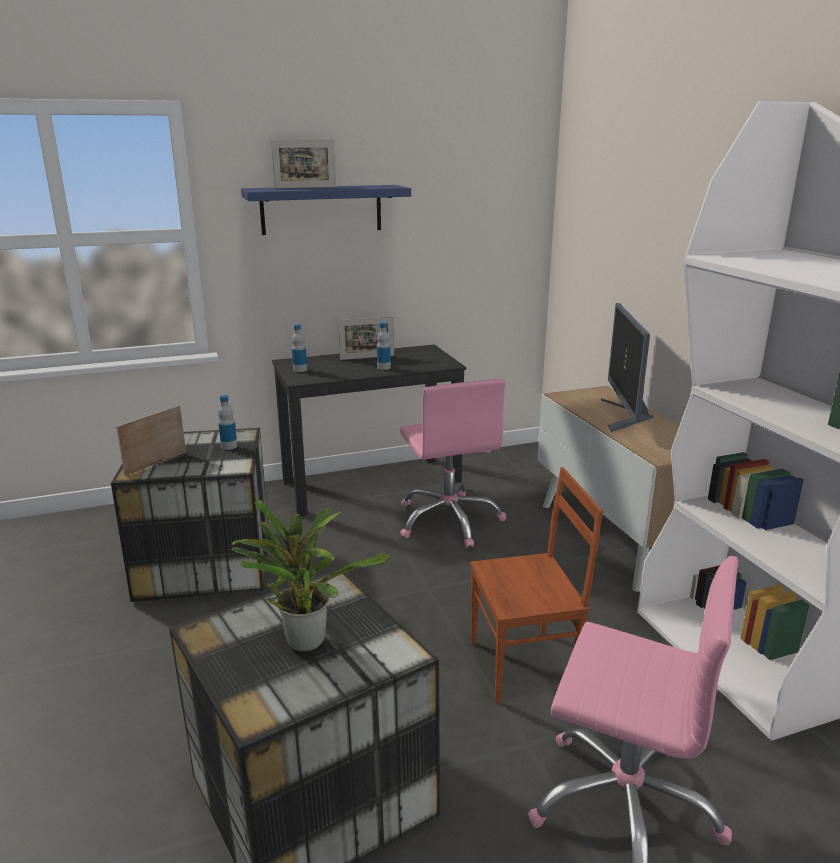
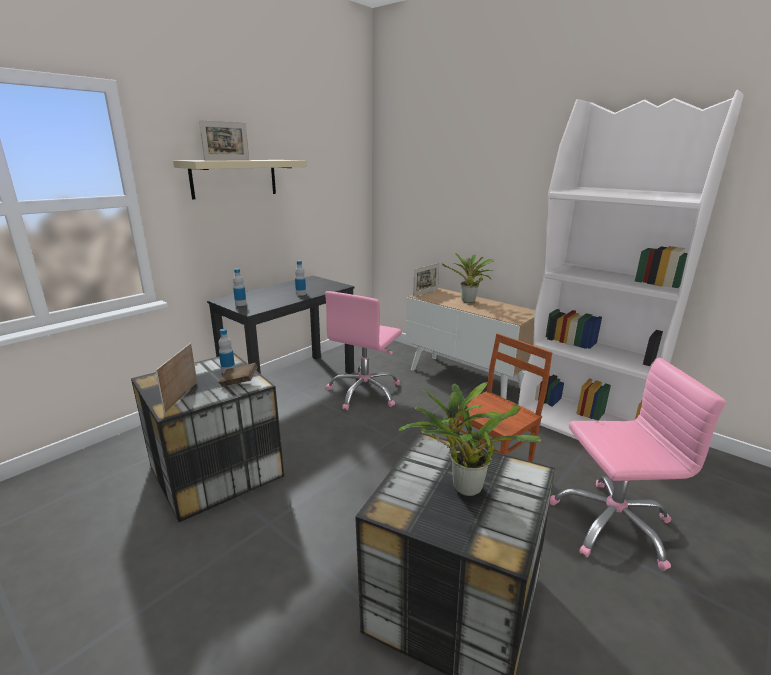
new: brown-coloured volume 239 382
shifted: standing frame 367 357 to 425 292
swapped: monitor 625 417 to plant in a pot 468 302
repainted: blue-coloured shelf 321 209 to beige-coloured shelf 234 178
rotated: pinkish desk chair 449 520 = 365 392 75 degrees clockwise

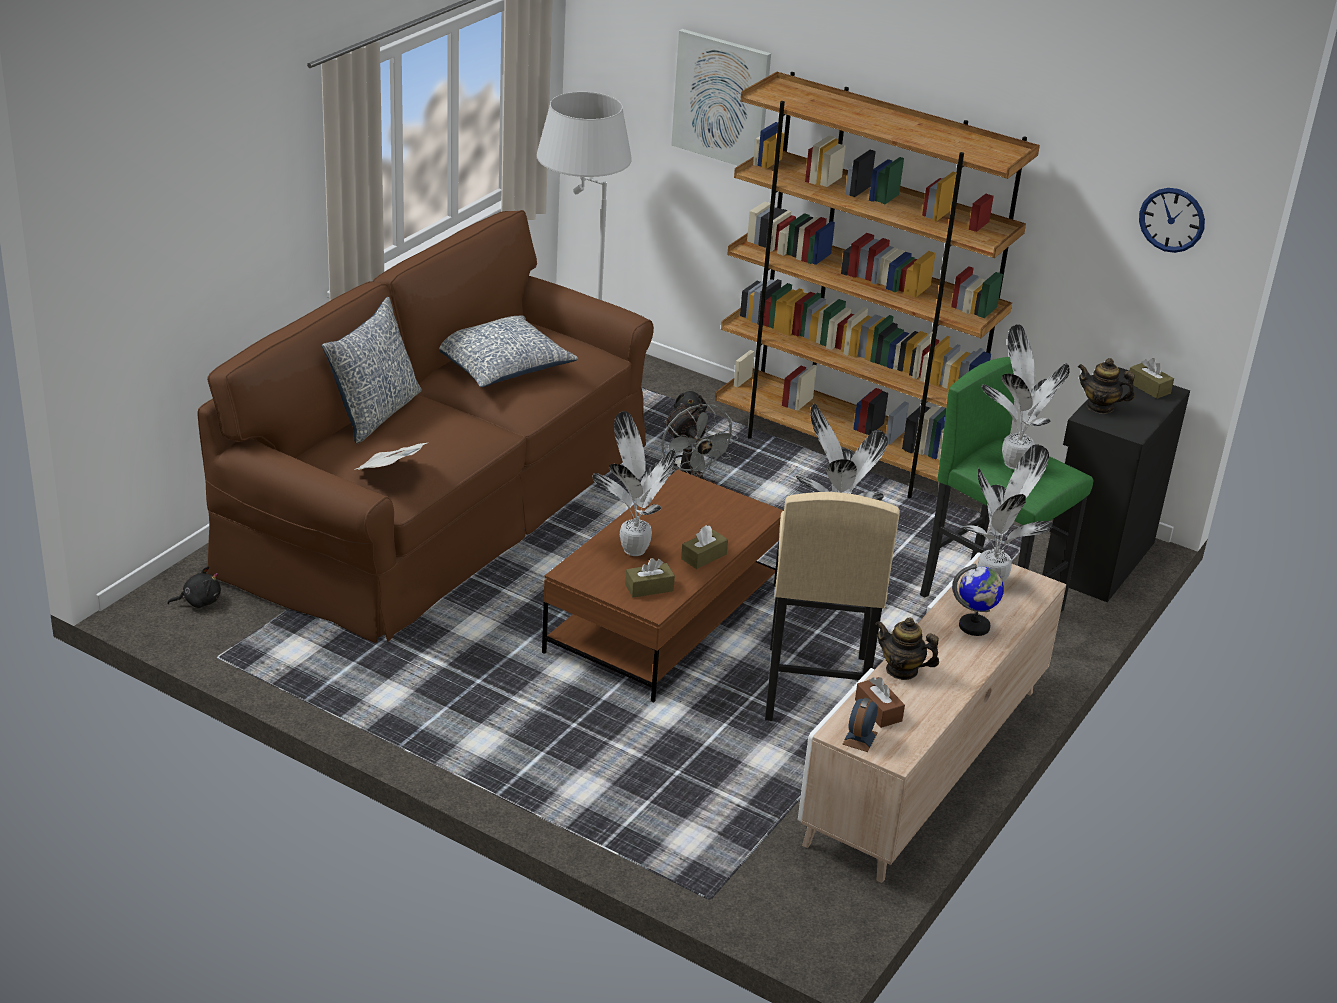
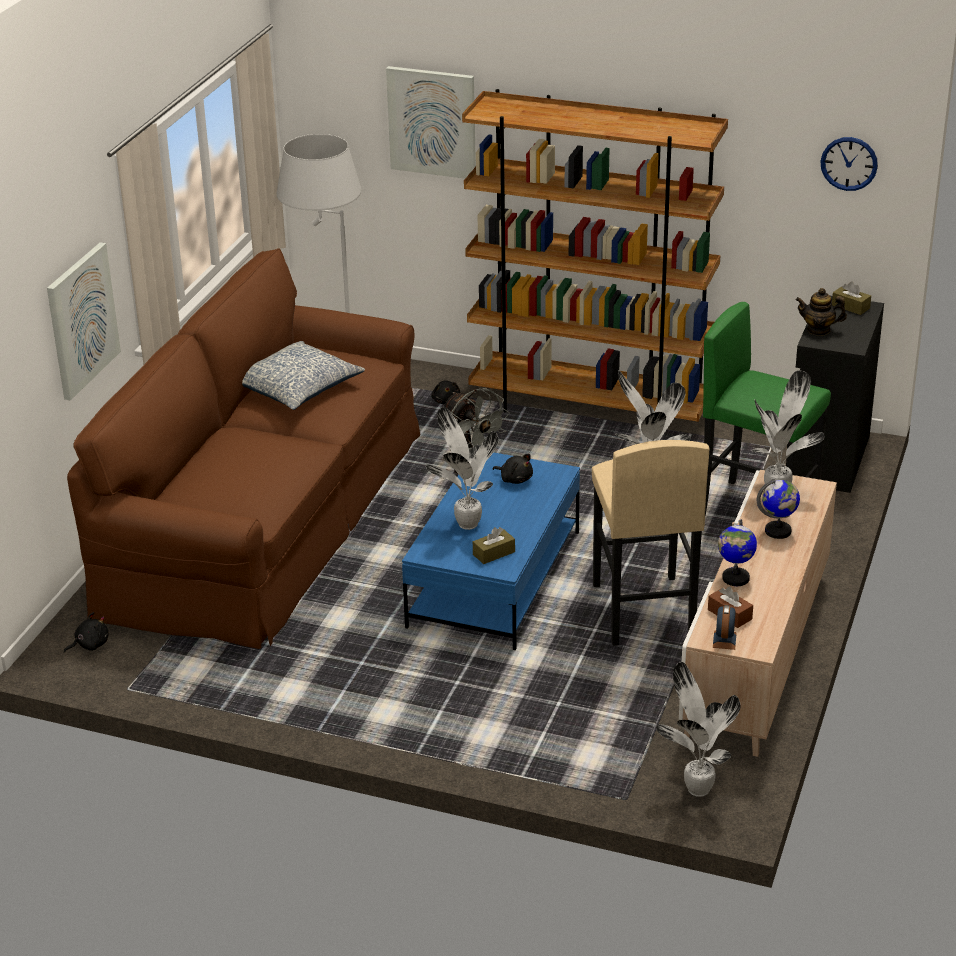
gone: throw pillow 375 413; printed paper 391 472; brown-coloured tissue box 704 556
new: wall picture 81 320; blackish cuddly toy 515 479
shifted: plant in a pot 1014 463 to 697 788
swapped: pot for tea 902 670 to world globe 735 578
repainted: brown-coloured coffee table 663 618 to blue-coloured coffee table 494 579

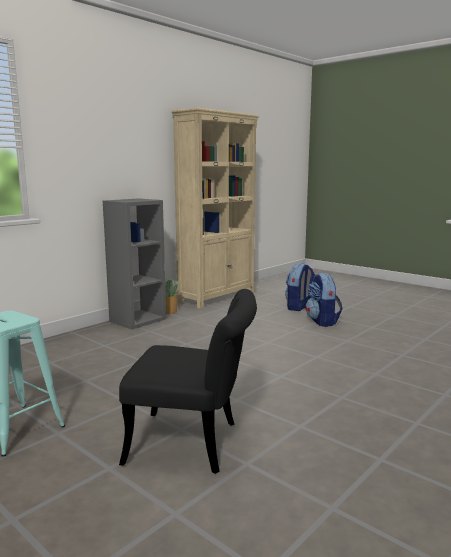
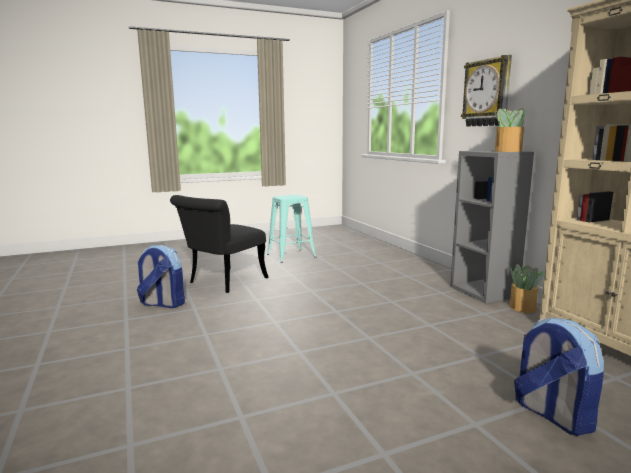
new: wall clock 487 93; plant in a pot 507 151
shifted: rucksack 322 321 to 162 304

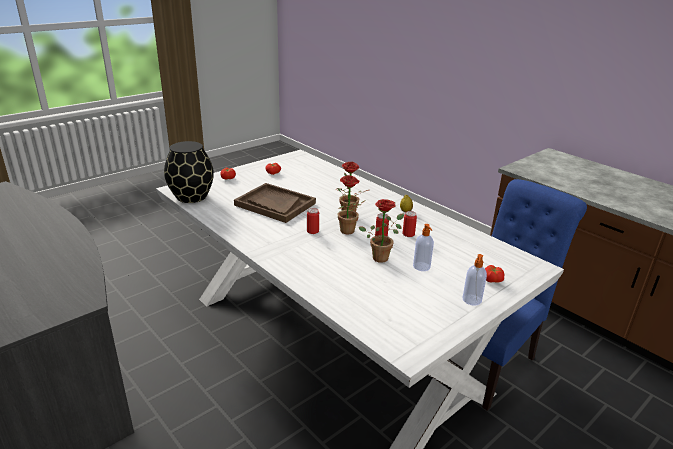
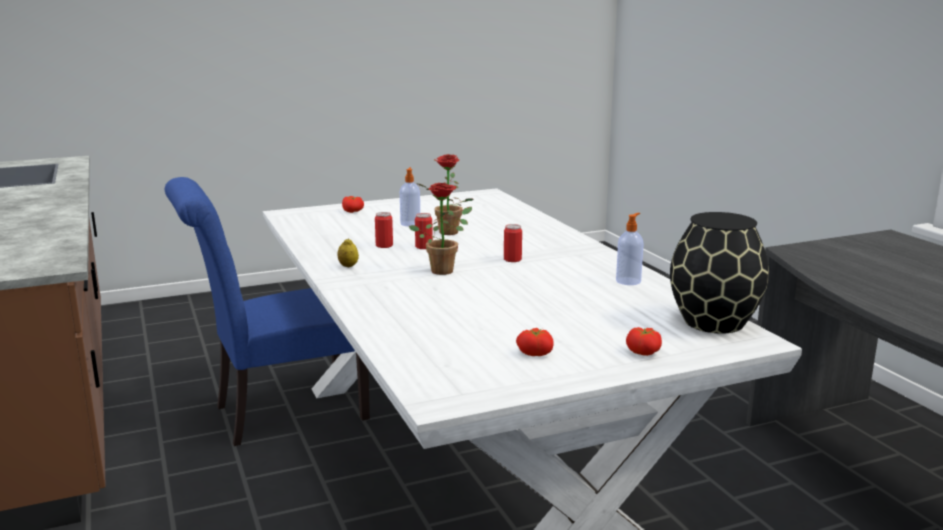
gone: plant in a pot 348 232; brown-coloured tray 275 204
shifted: liquid soap bottle 471 300 to 628 281

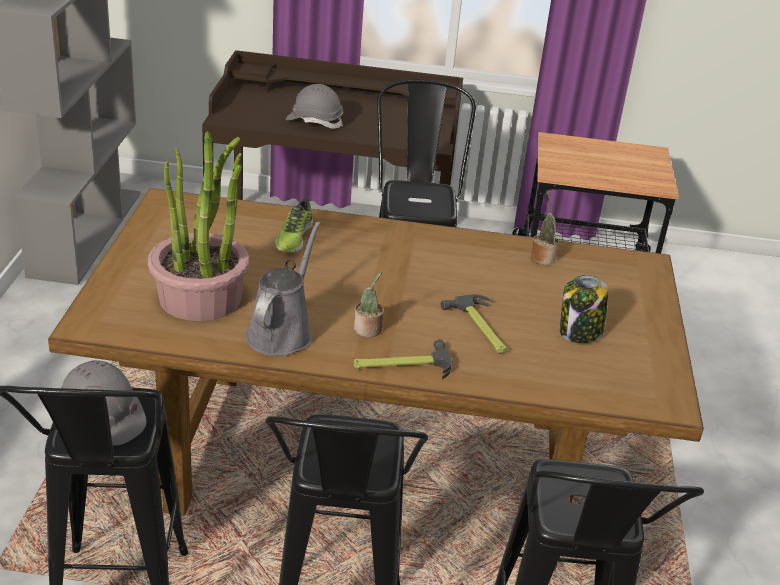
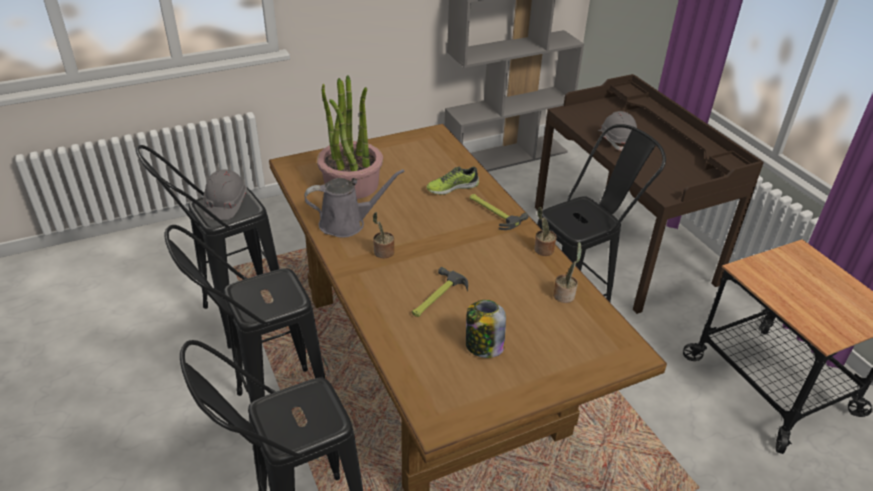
new: plant in a pot 542 250
shifted: tool hammer 401 365 to 493 212

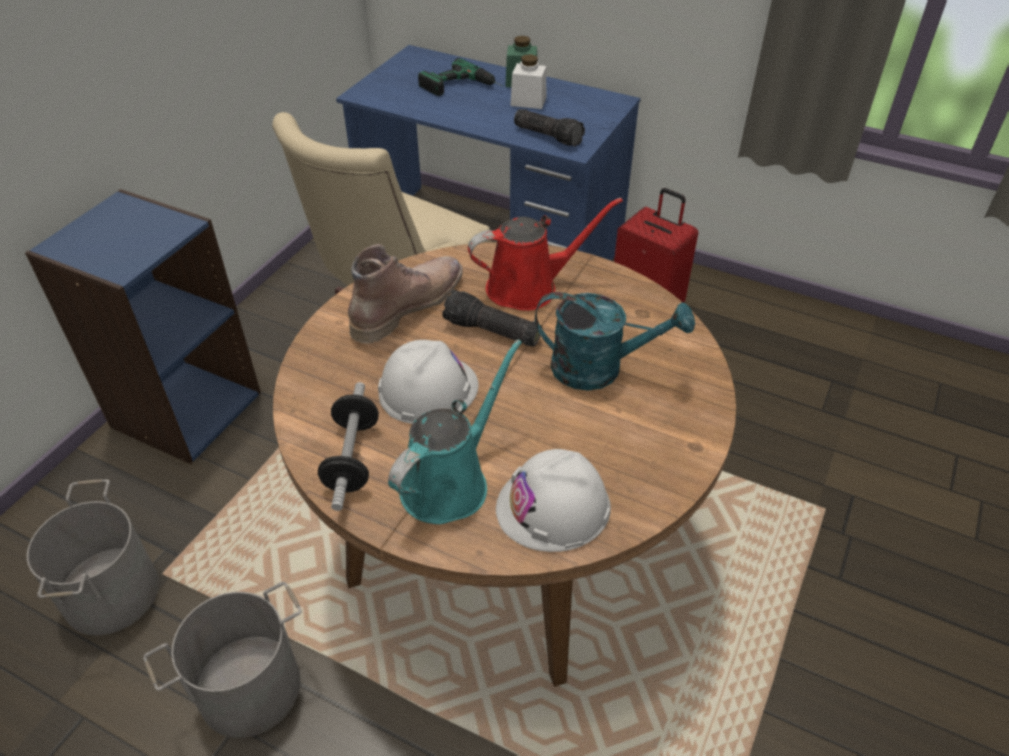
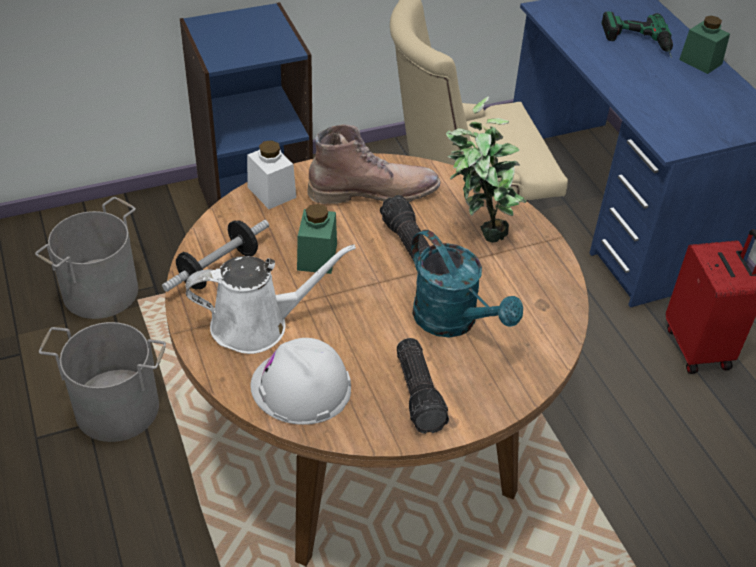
shifted: white-coloured storage jar 528 101 to 271 192; hand torch 549 135 to 420 394
swapped: reddish watering pot 529 287 to plant in a pot 478 231; white-coloured hard hat 428 389 to green storage jar 317 257
repainted: blue-green watering pot 450 482 to white-coloured watering pot 257 325

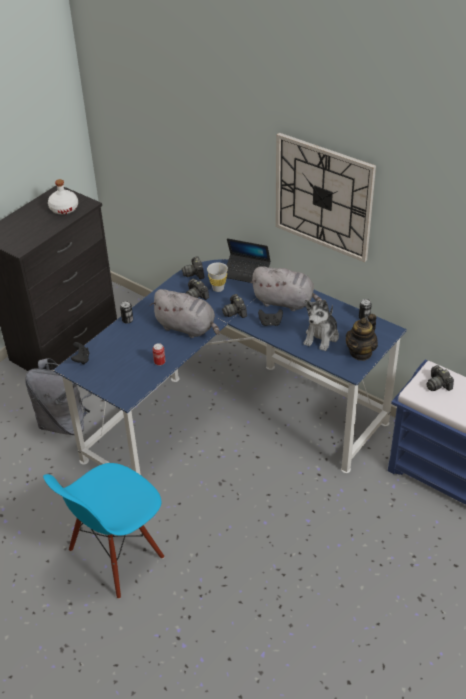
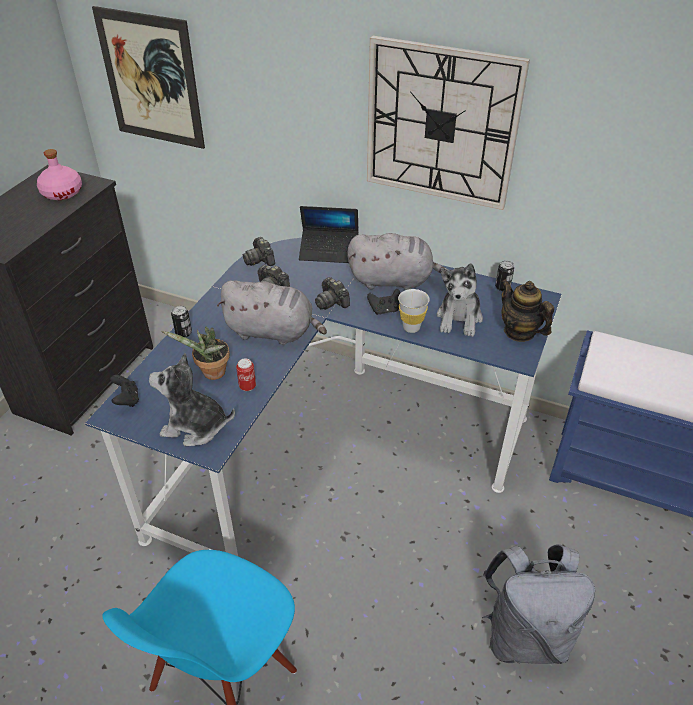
gone: photo camera 438 384
new: wall picture 151 79; plant in a pot 211 374; cuddly toy 195 427
shifted: white-coloured cup 218 288 to 411 327; gray rucksack 65 423 to 524 635
repainted: white-coloured drink bottle 64 208 to pinkish drink bottle 62 193
rotated: pot for tea 361 352 = 519 332 120 degrees clockwise

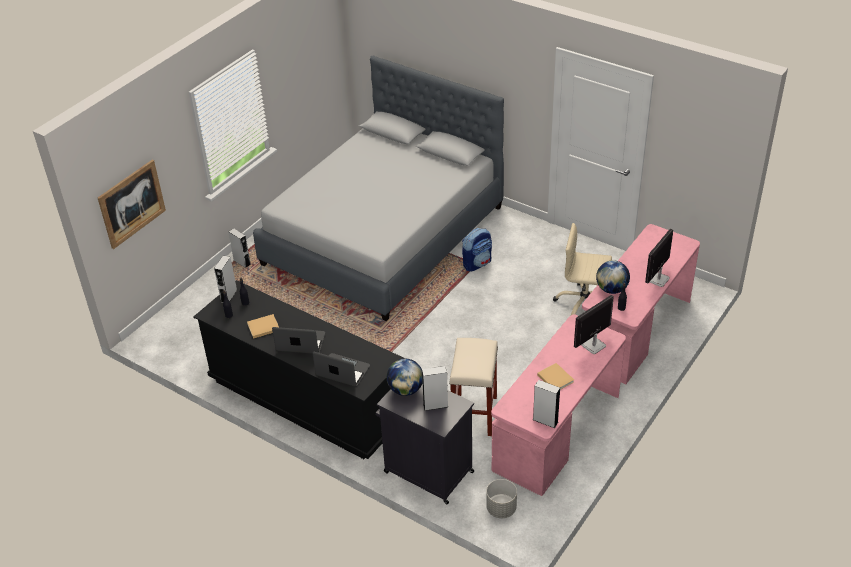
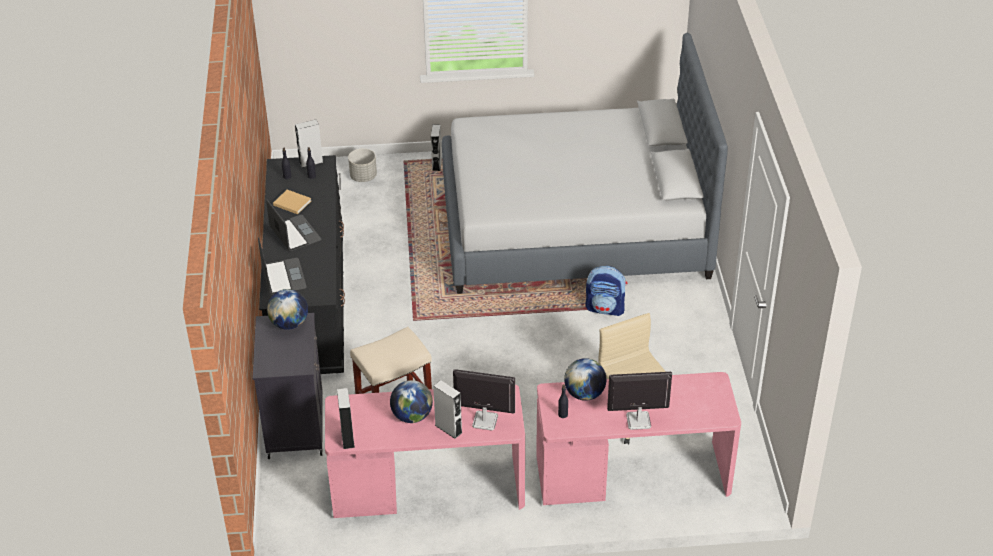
gone: wall picture 132 203
shifted: gray speaker 435 405 to 448 429; gray flower pot 501 509 to 363 177
swapped: beige-coloured volume 555 378 to world globe 412 416

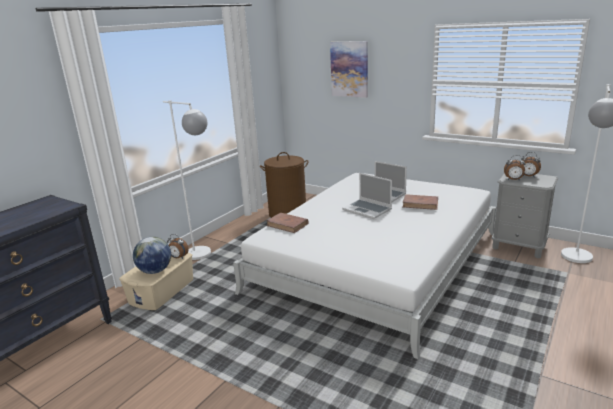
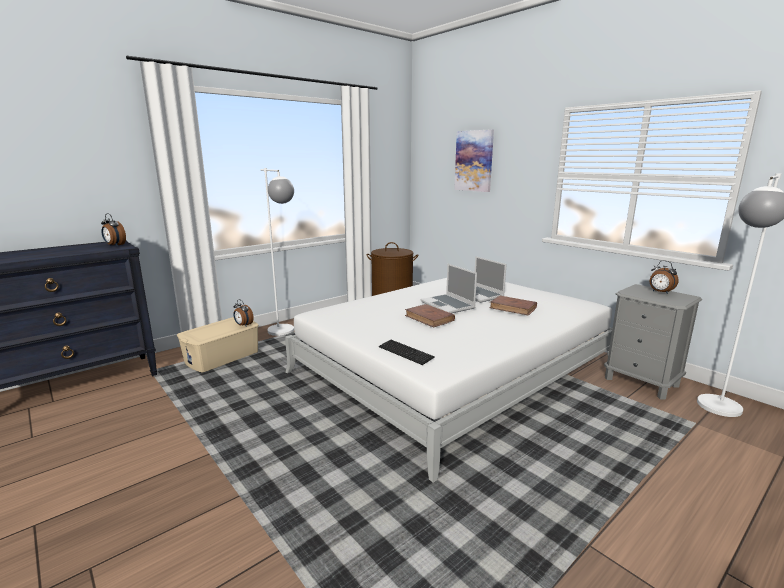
gone: world globe 155 271
new: computer keyboard 405 353
shifted: alarm clock 513 180 to 115 245; brown-coloured volume 287 225 to 429 318

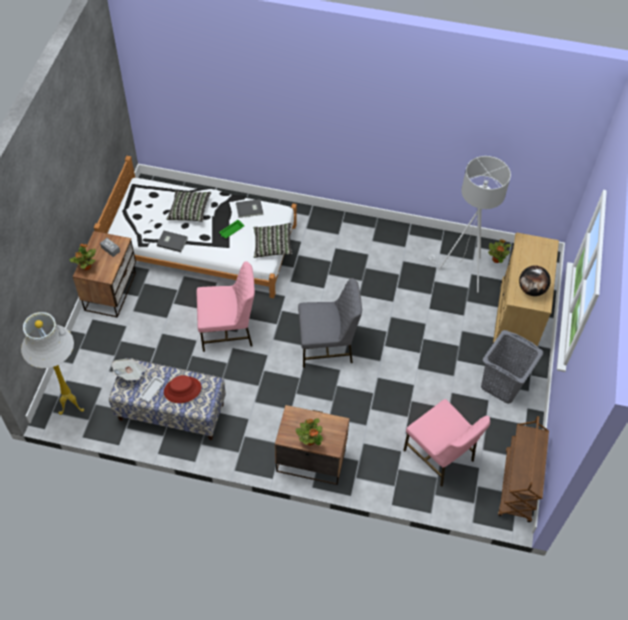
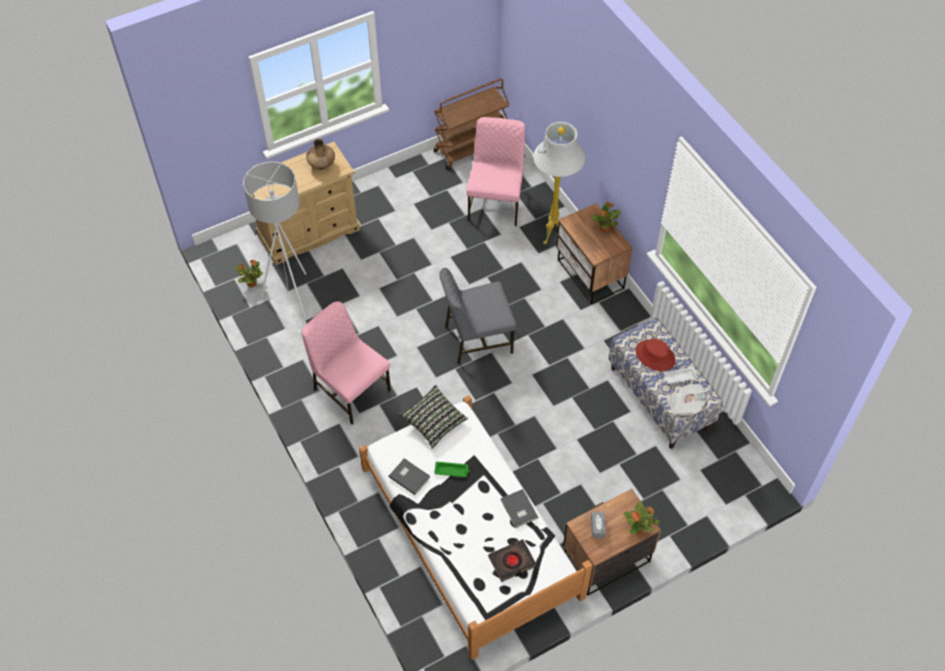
gone: throw pillow 189 211; gray washing basket 502 385
new: blackish volume 512 562
shifted: pinkish upright chair 228 330 to 350 389; white-coloured floor lamp 70 406 to 552 236
swapped: world globe 531 290 to brown-coloured vase 321 164
rotated: gray upright chair 327 346 = 477 338 60 degrees counterclockwise

